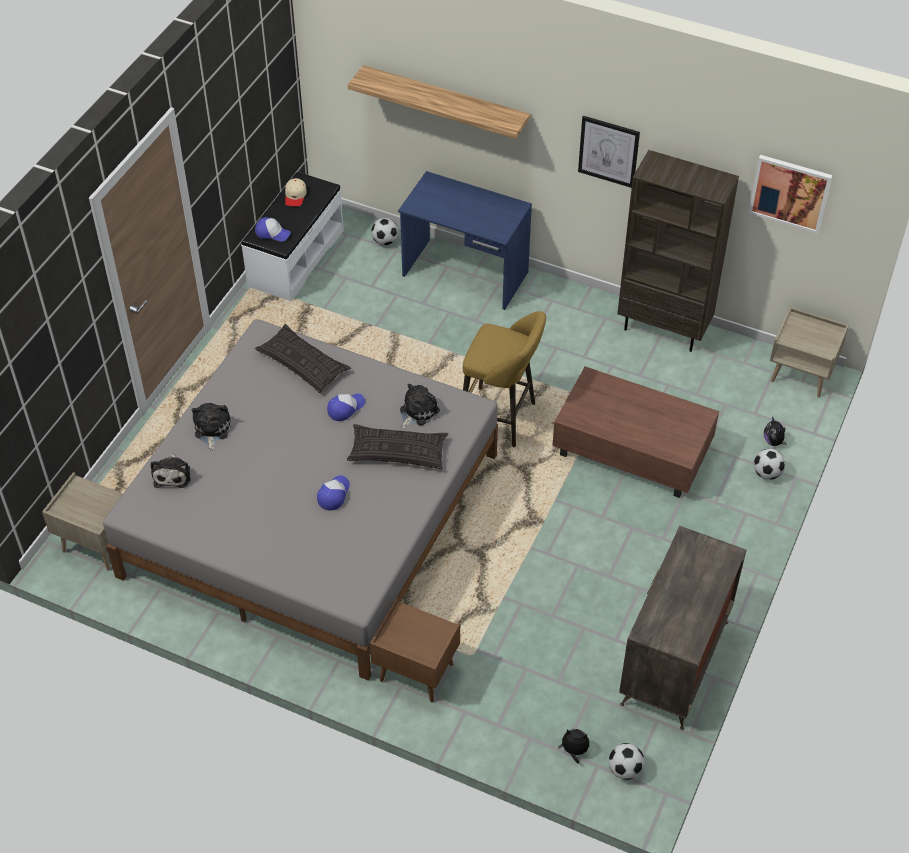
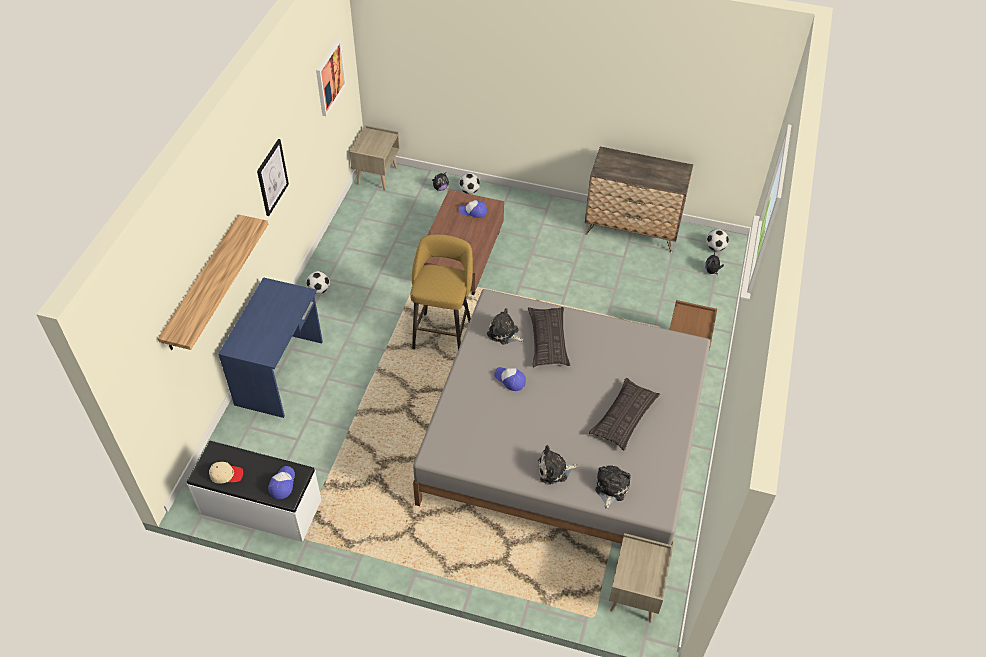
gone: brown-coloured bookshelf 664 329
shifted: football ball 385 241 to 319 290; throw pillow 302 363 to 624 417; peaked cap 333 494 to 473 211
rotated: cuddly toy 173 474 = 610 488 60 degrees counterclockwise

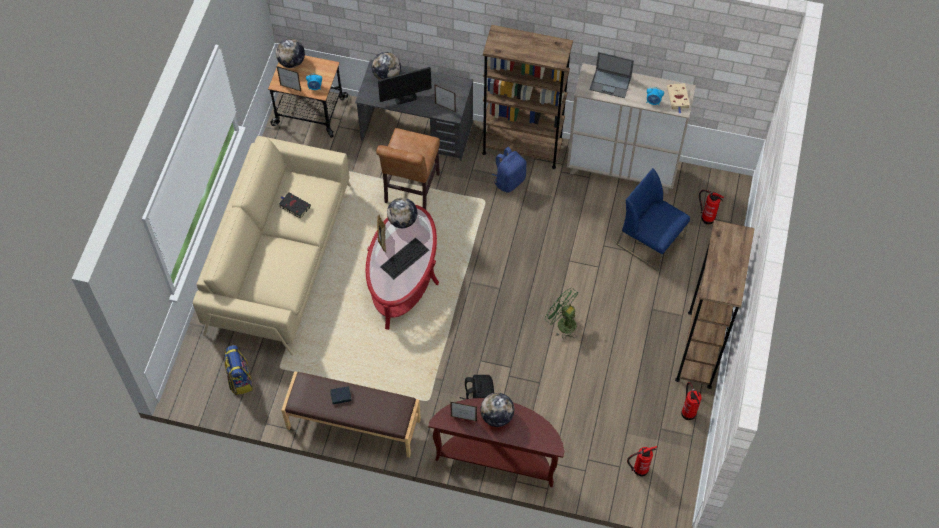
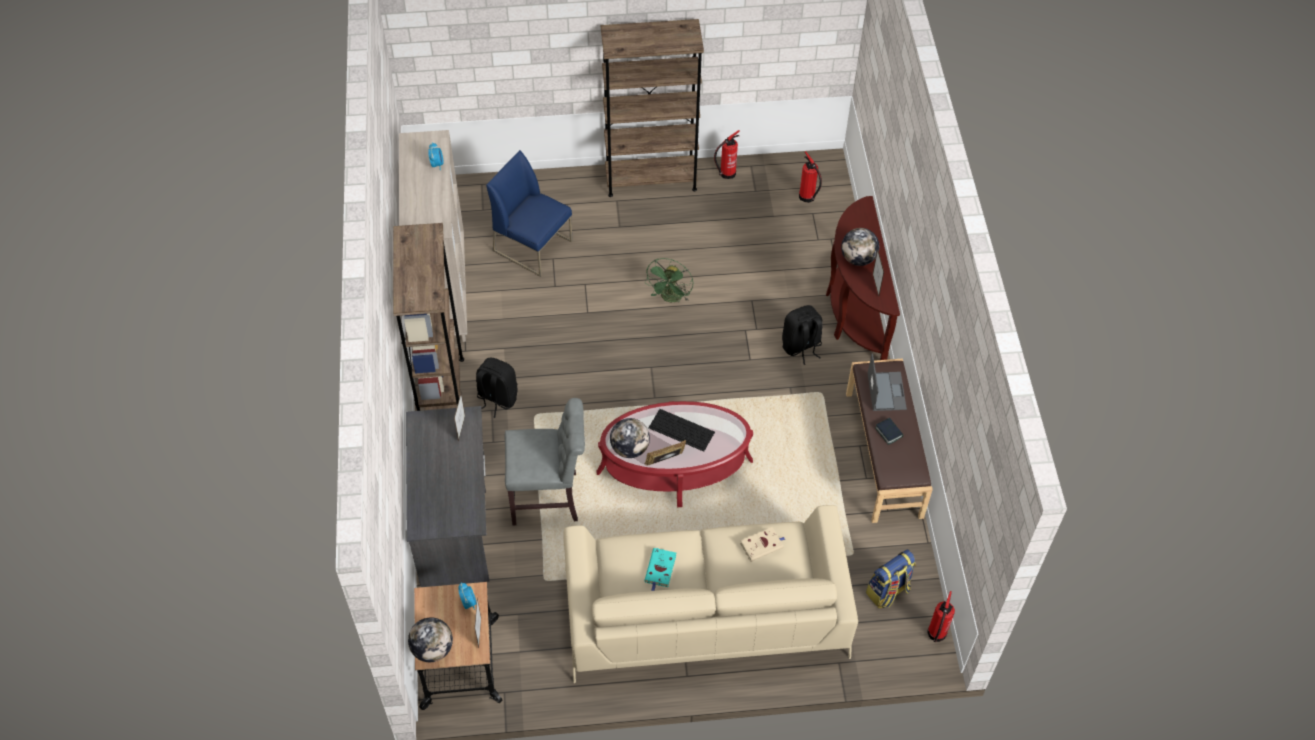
gone: world globe 387 75; monitor 405 96
shifted: portable computer 611 83 to 886 391; beige-coloured volume 678 98 to 762 545; fire-fighting cylinder 707 217 to 936 634
repainted: brown-coloured upright chair 410 191 to gray upright chair 549 498; blue-coloured rucksack 509 180 to blackish rucksack 496 398; blackish volume 294 206 to blue-green volume 660 570
rotated: blue-coloured upright chair 651 242 = 533 246 105 degrees clockwise

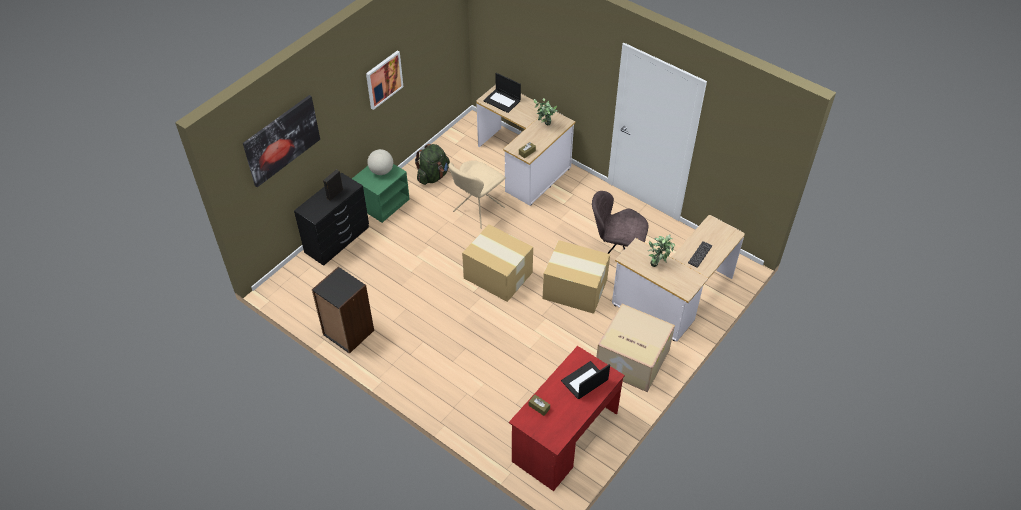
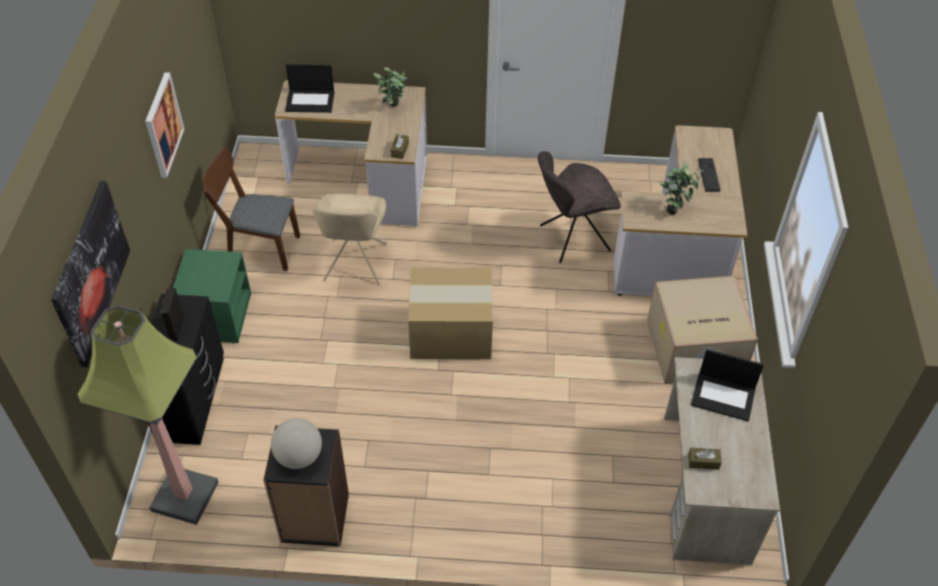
gone: carton 575 289
new: floor lamp 185 497
shifted: world globe 381 171 to 299 456
swapped: green rucksack 433 176 to brown-coloured upright chair 258 248
repainted: reddish desk unit 565 437 to beige-coloured desk unit 705 488
rotated: portable computer 584 381 = 724 396 90 degrees counterclockwise

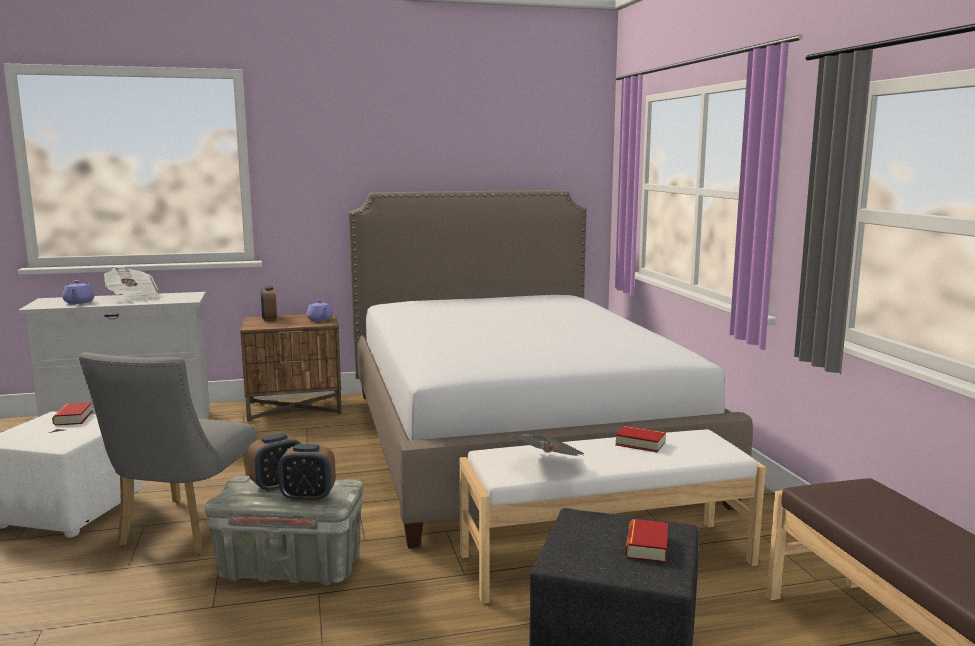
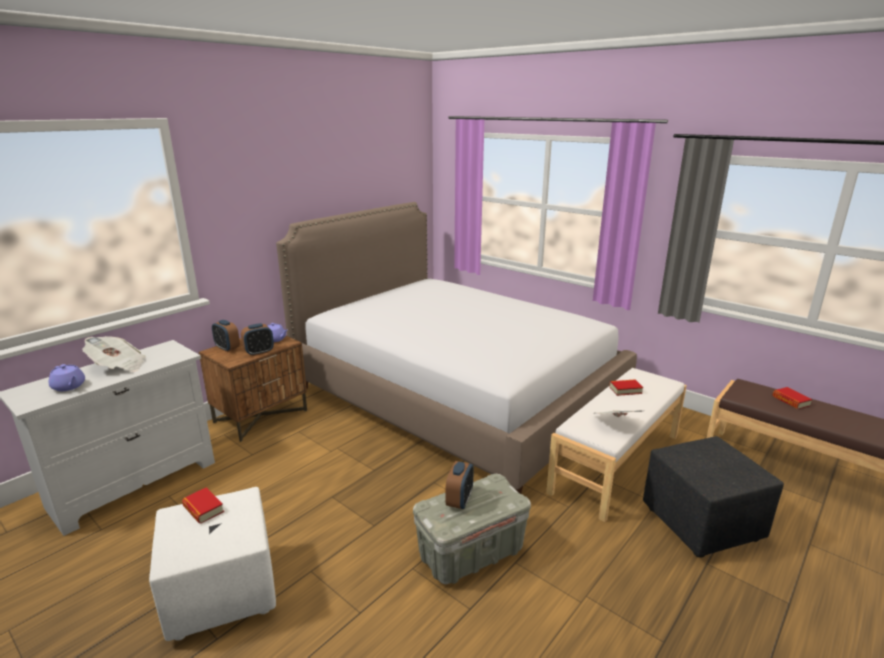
gone: gray upright chair 182 531
shifted: alarm clock 308 497 to 259 352; volume 647 546 to 790 401

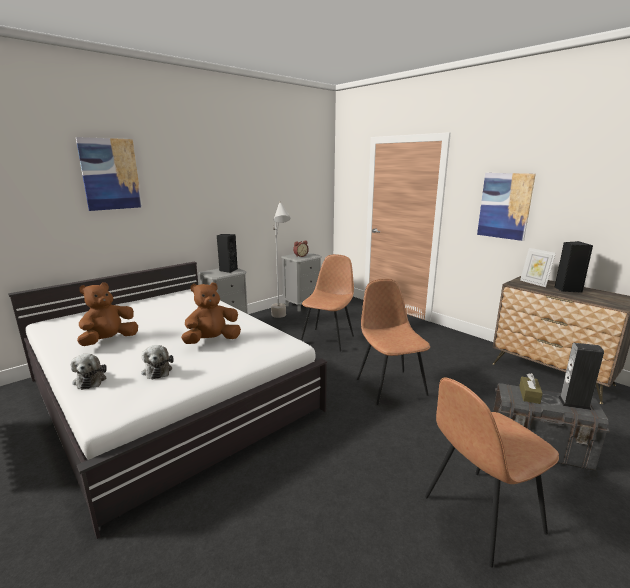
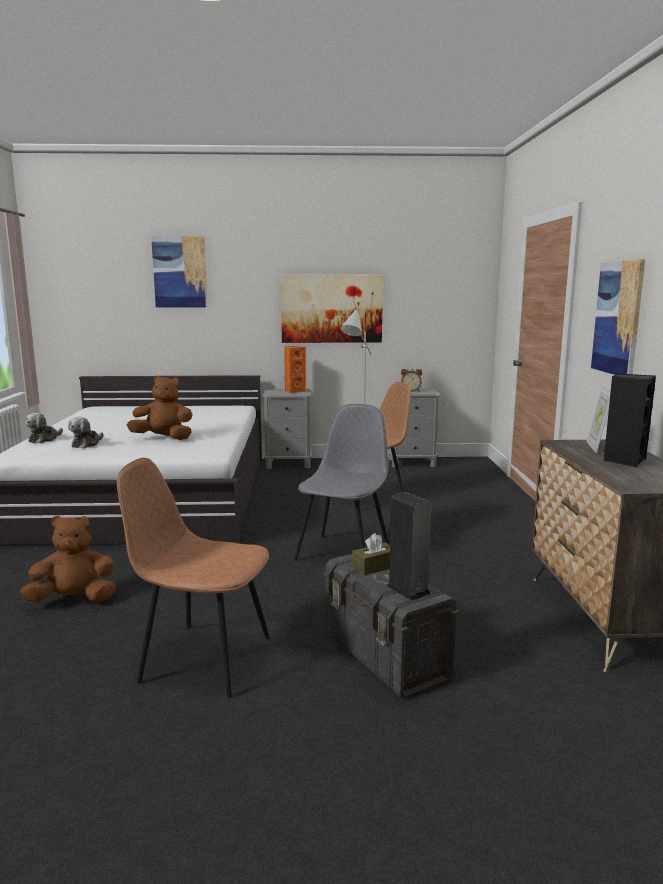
new: wall picture 331 308
shifted: brown-coloured cuddly toy 109 340 to 74 600
repainted: blackish speaker 228 270 to orange-coloured speaker 294 391; brown-coloured upright chair 390 386 to gray upright chair 344 552

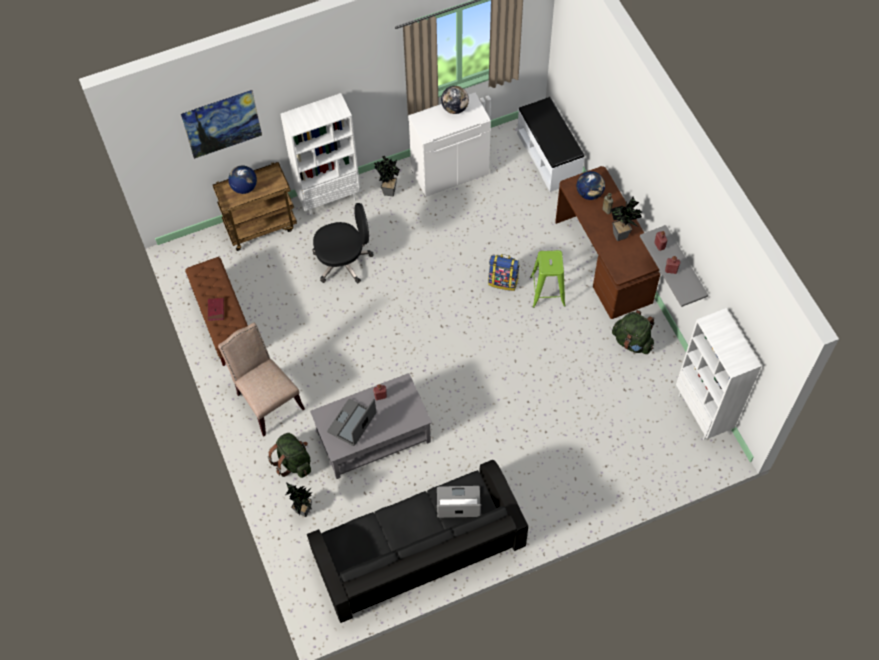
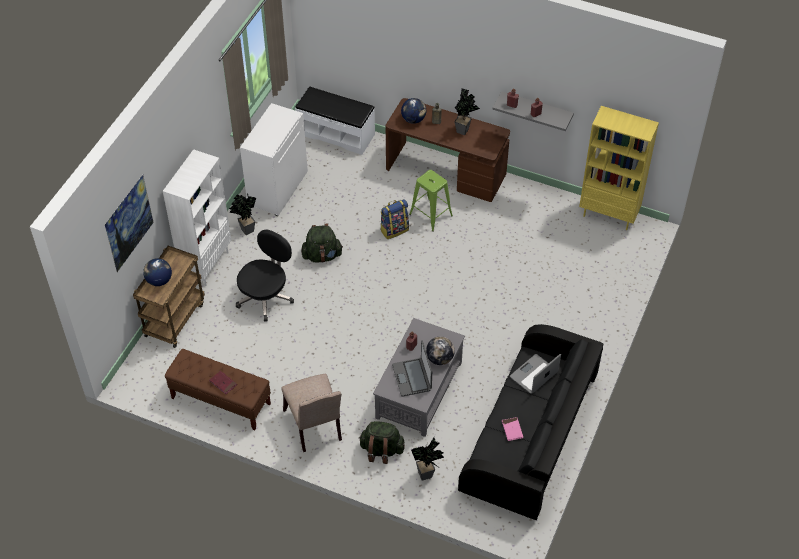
new: pinkish volume 512 430
shifted: world globe 455 108 to 439 359; green rucksack 632 341 to 322 256
repainted: white-coloured bookshelf 703 413 to yellow bookshelf 609 215
rotated: beige-coloured upright chair 267 400 = 315 427 120 degrees counterclockwise

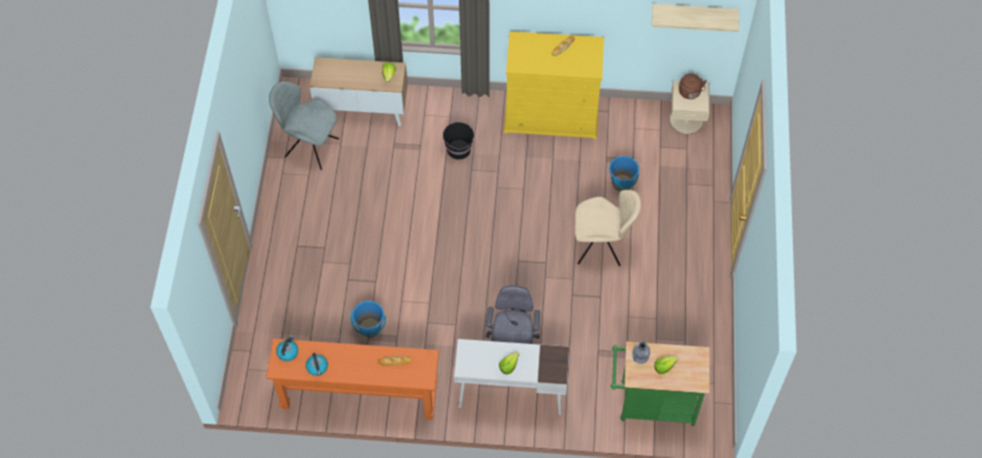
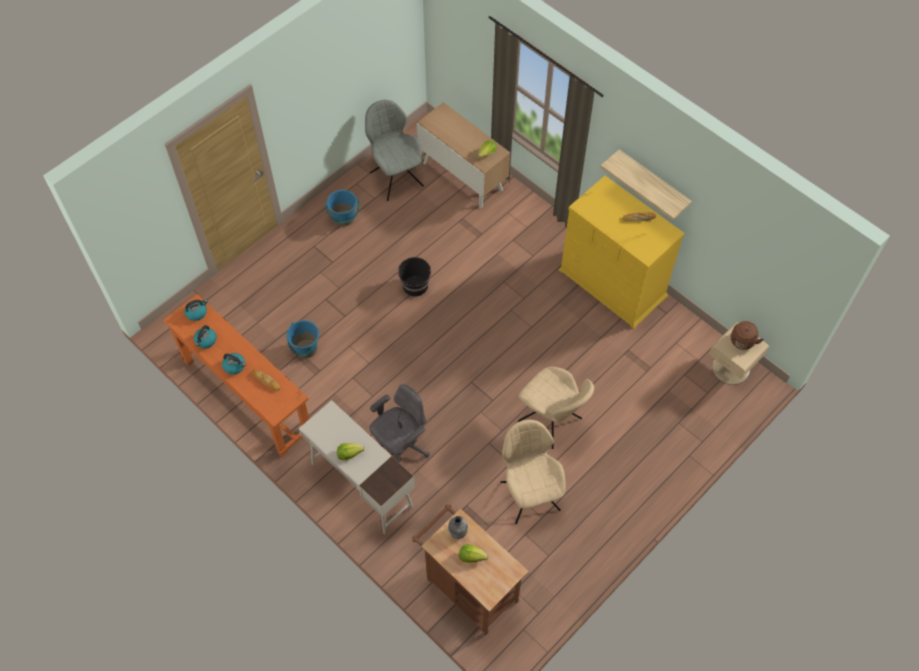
new: kettle 235 366; beige-coloured upright chair 529 493
shifted: shelf 694 13 to 653 182; blackish pail 459 149 to 415 286; blue-coloured pail 622 183 to 344 218
repainted: green trolley 651 404 to brown-coloured trolley 468 587

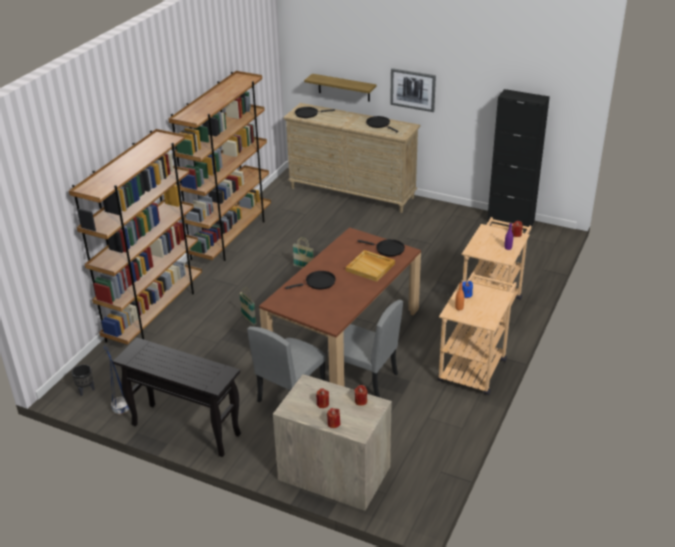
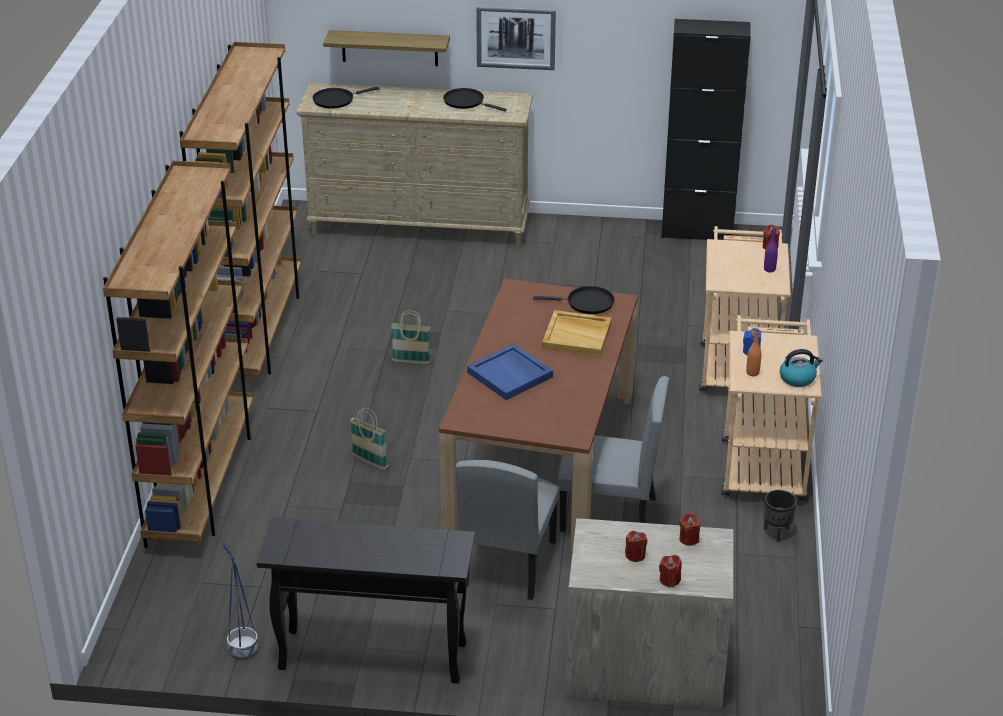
new: kettle 798 378
shifted: blackish flower pot 86 390 to 776 532
swapped: blackish pan 318 282 to blue-coloured tray 510 375

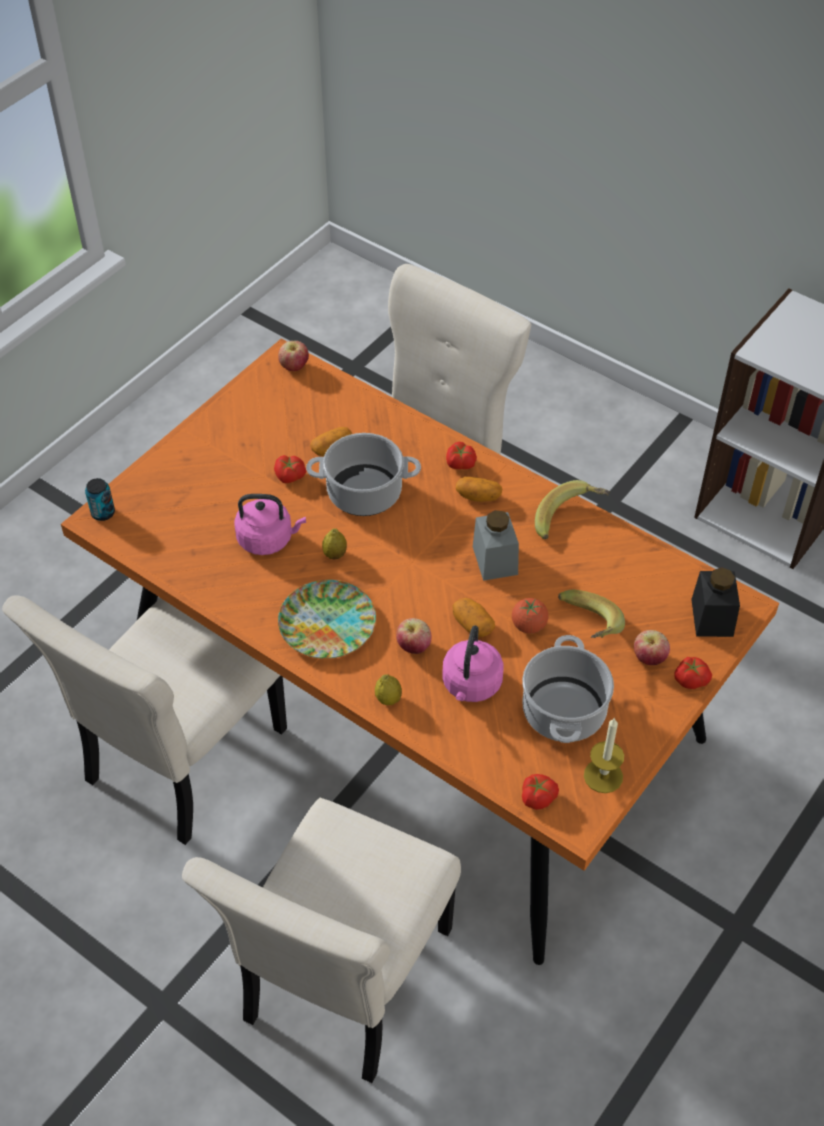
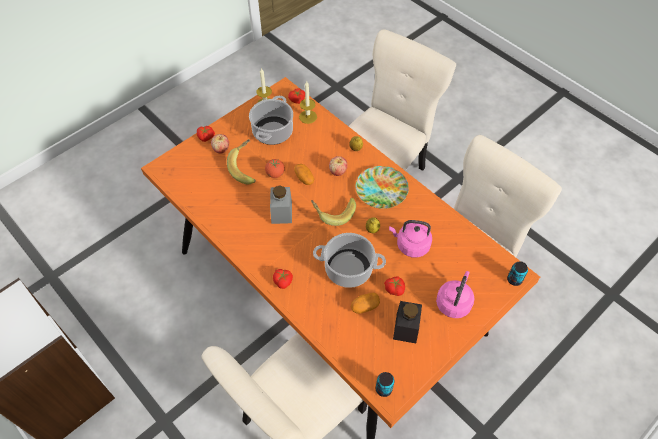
gone: potato 478 496
new: candle 308 117
shifted: banana 570 521 to 333 213; blackish storage jar 712 617 to 406 328; pinkish kettle 471 686 to 454 302
swapped: whole apple 294 367 to metal can 383 389

